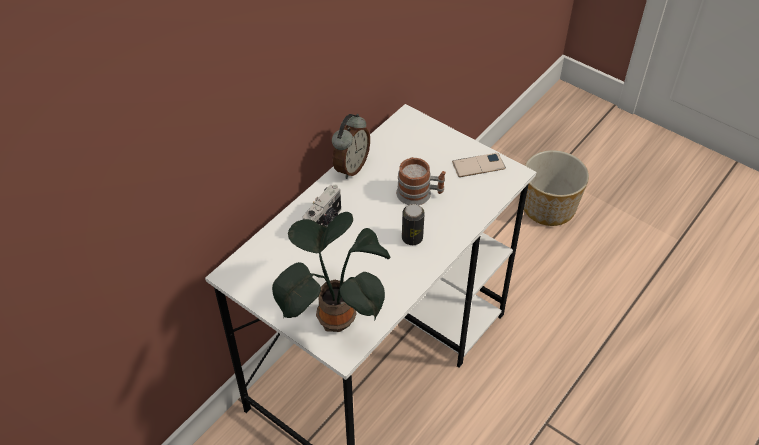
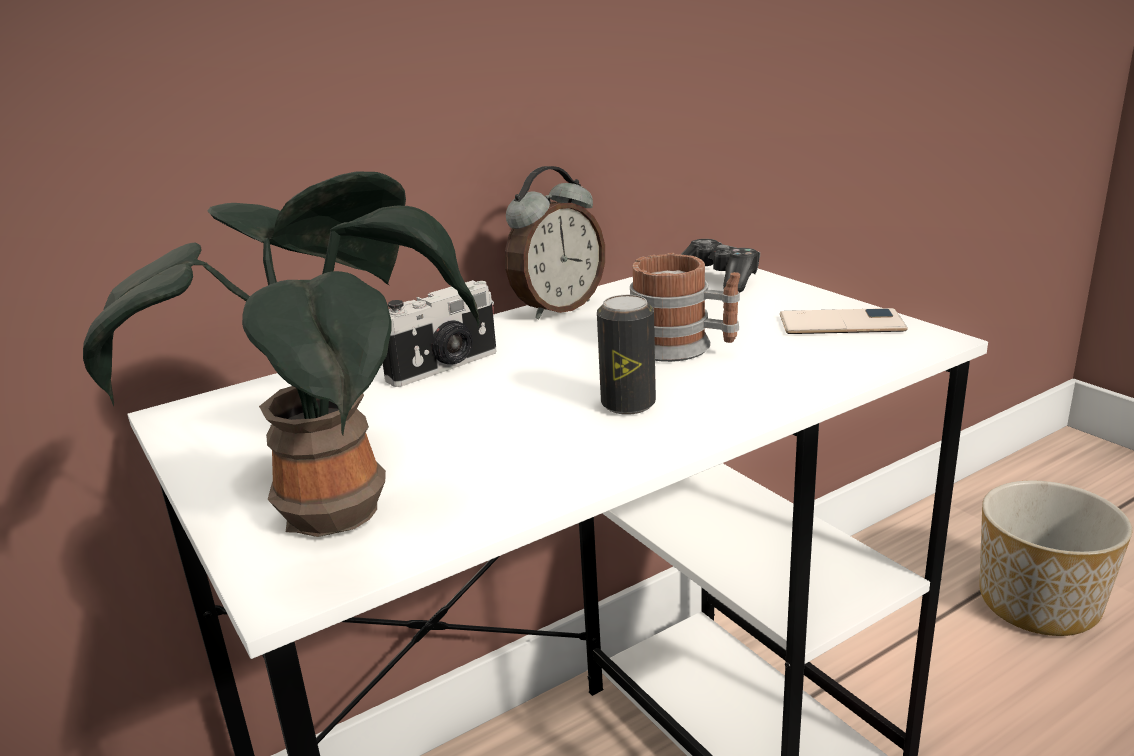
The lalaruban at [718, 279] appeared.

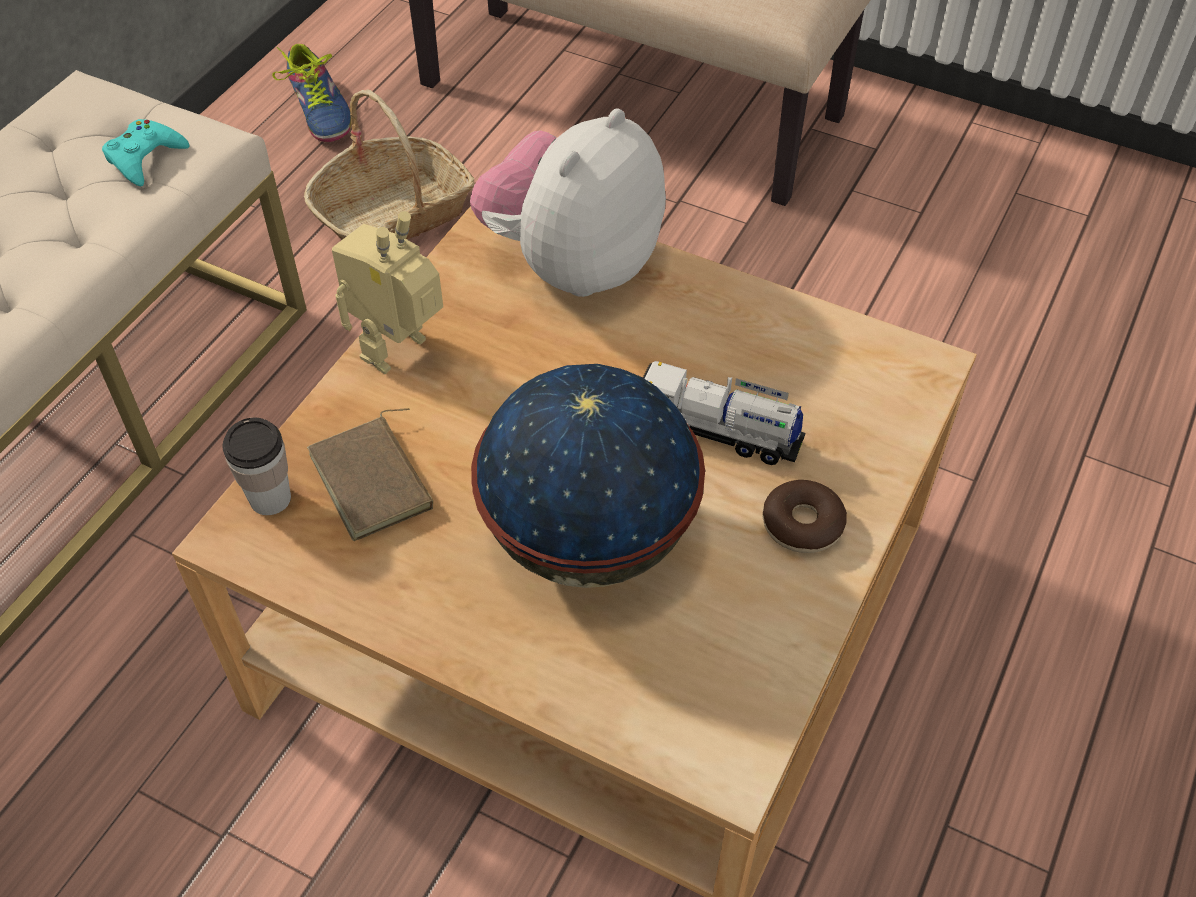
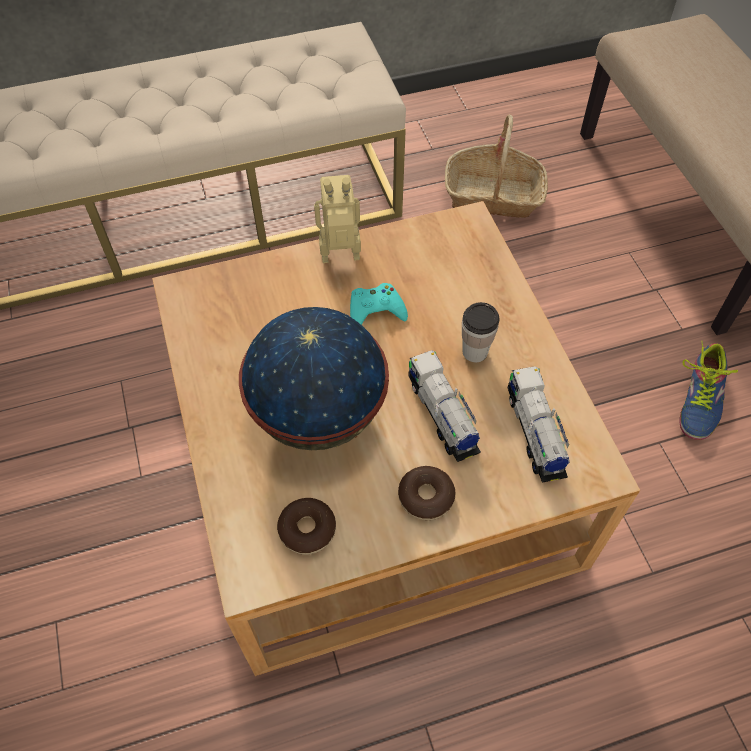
The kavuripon moved from [320, 109] to [700, 399].
The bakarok at [572, 265] disappeared.
The lalaruban (turquoise) moved from [145, 158] to [375, 310].
The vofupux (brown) at [375, 481] disappeared.
The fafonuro moved from [270, 498] to [475, 351].
The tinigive at [535, 433] appeared.
The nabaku at [307, 530] appeared.

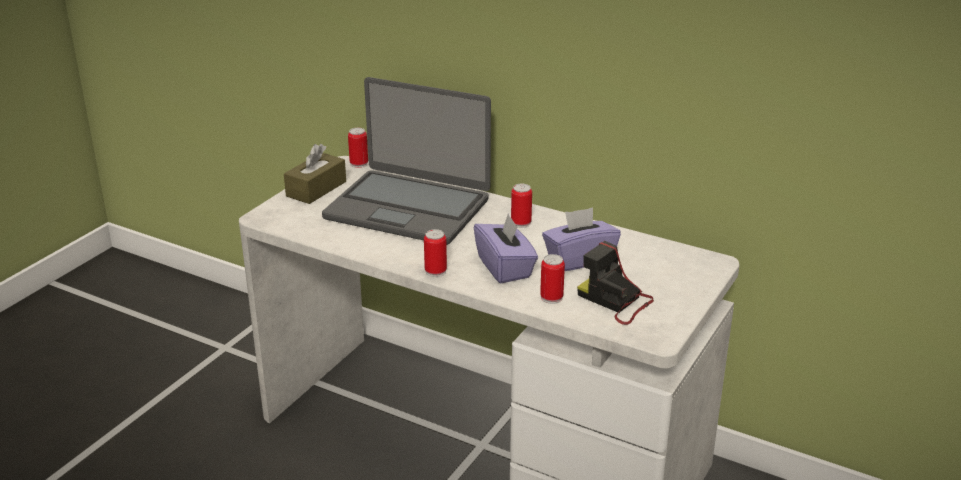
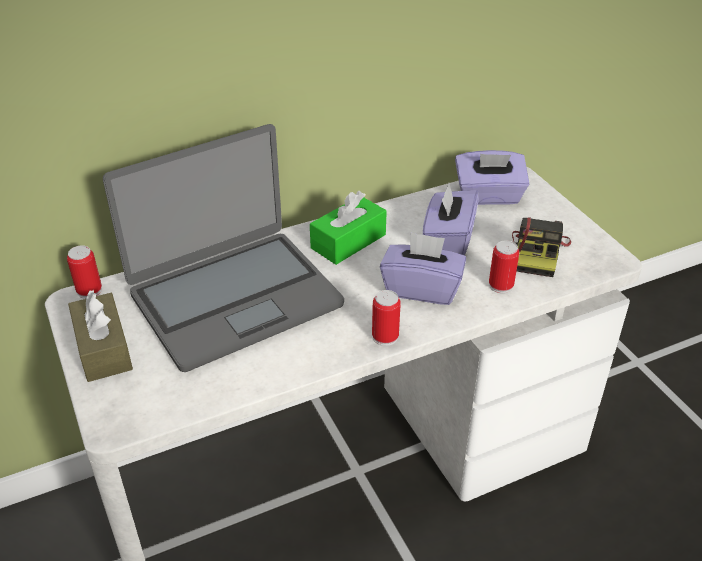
The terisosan at [521, 223] was replaced by the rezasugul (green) at [348, 241].
The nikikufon at [615, 301] turned 60 degrees counterclockwise.
The rezasugul (purple) at [488, 196] appeared.

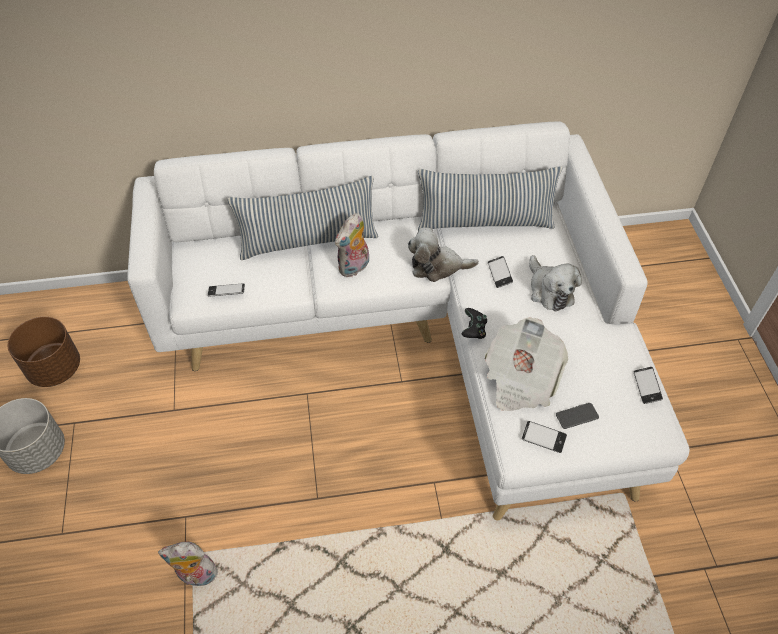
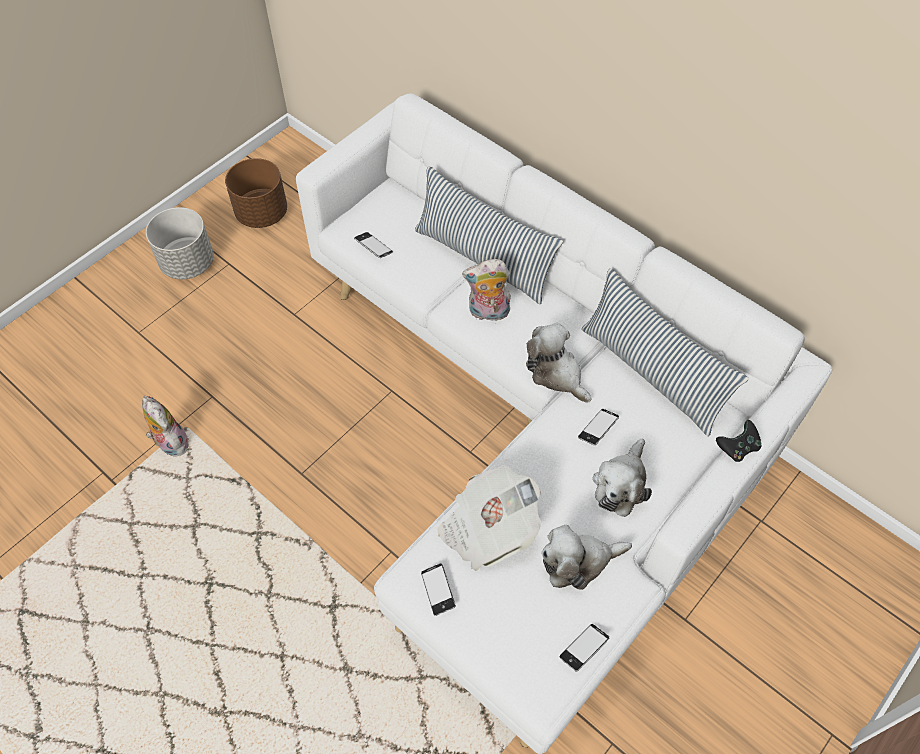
The lalaruban (black) moved from [474, 330] to [737, 447].
The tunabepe at [577, 416] disappeared.
The bakarok at [578, 562] appeared.

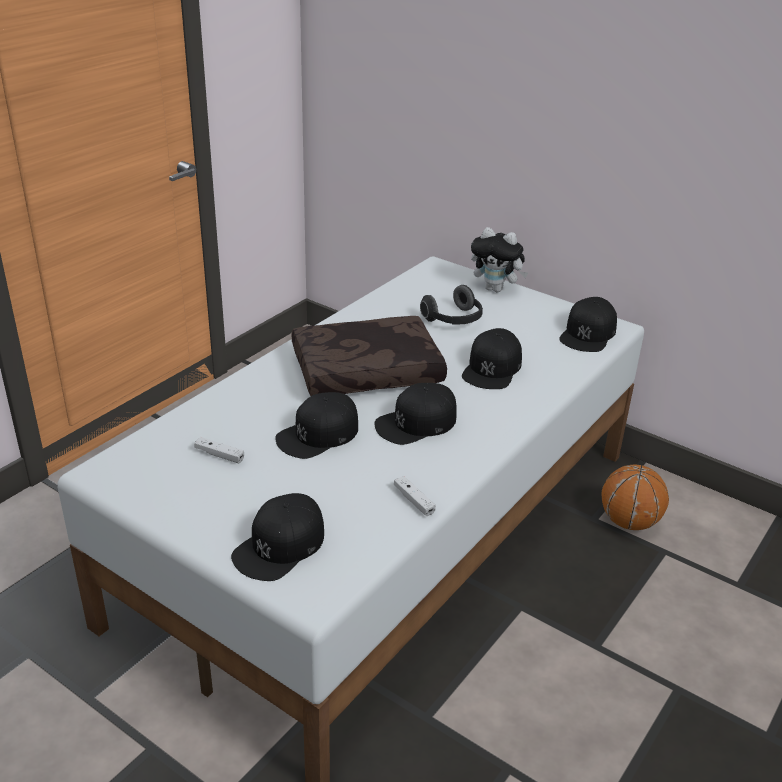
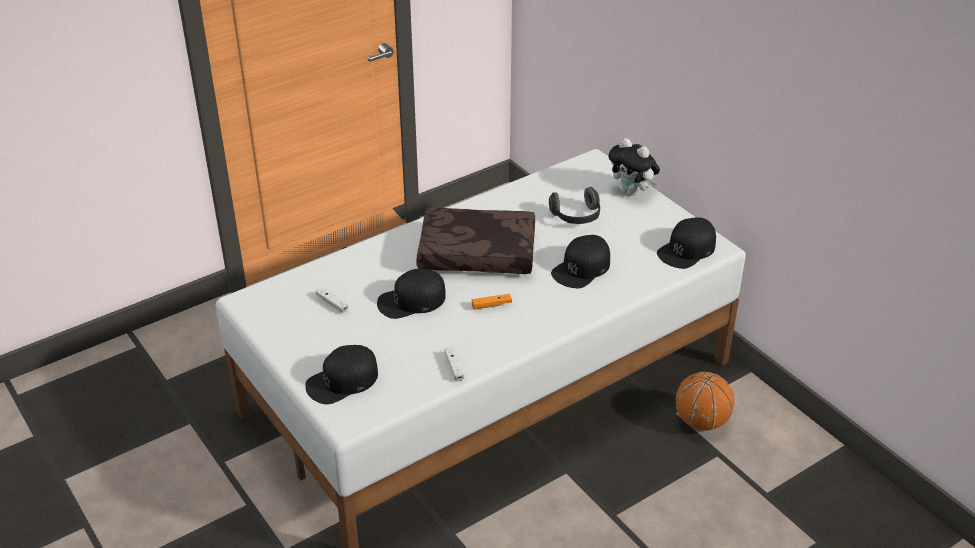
The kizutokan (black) at [416, 423] was replaced by the lalaruban (orange) at [491, 305].

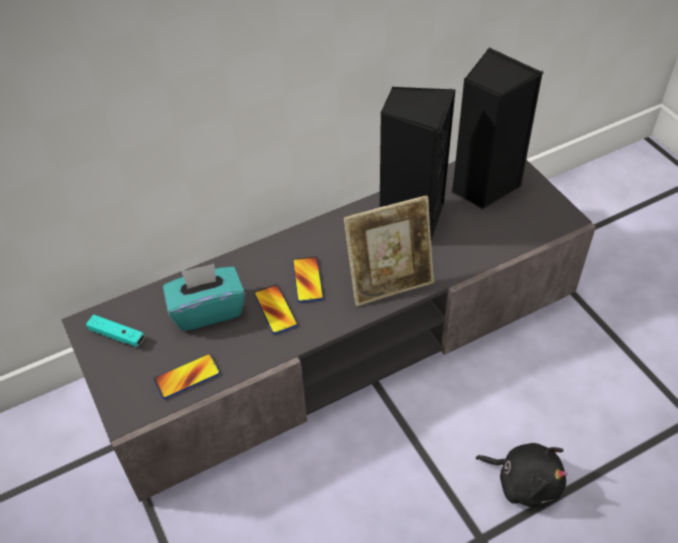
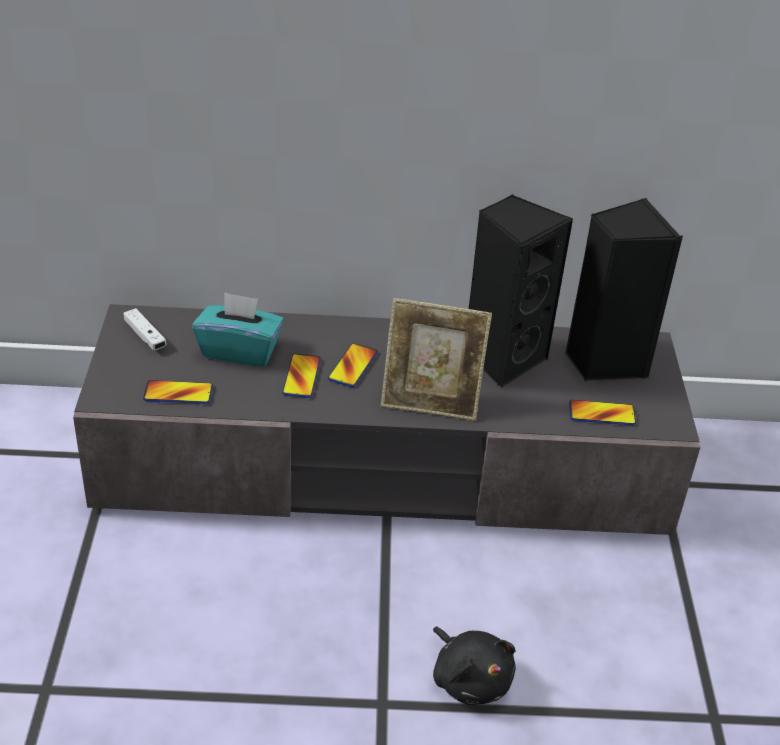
The lalaruban (turquoise) at [117, 335] became the lalaruban (white) at [145, 336].
The tunabepe at [601, 414] appeared.

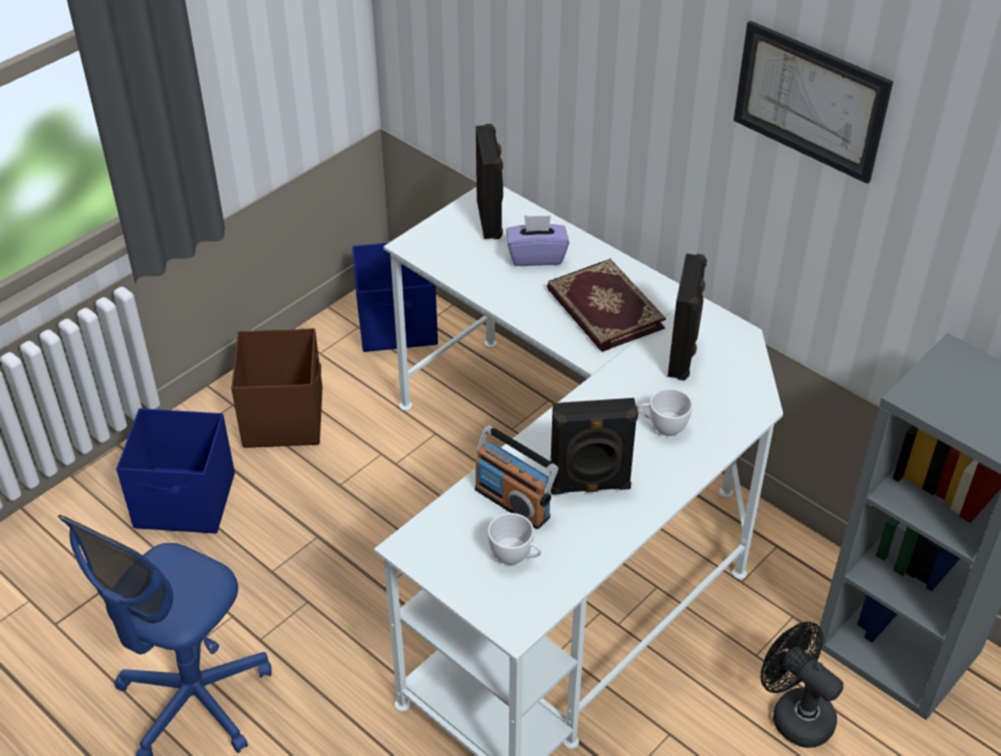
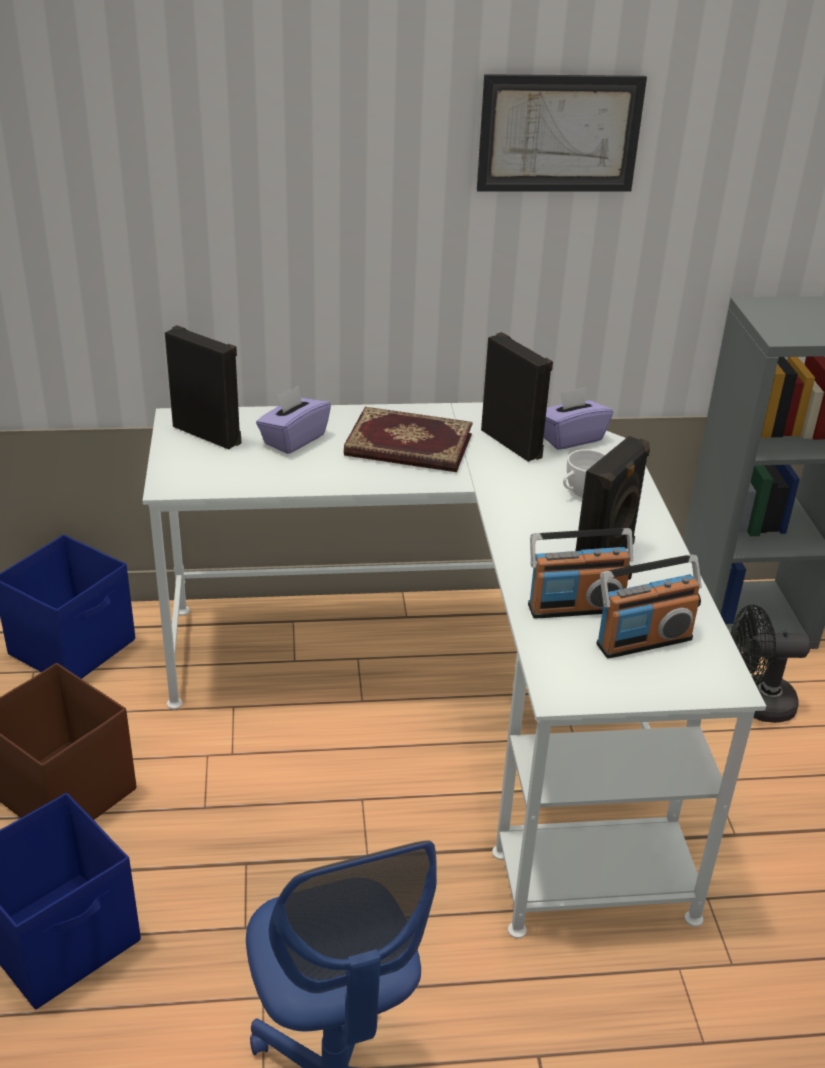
The fafonuro (white) at [515, 557] was replaced by the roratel at [643, 641].
The rezasugul (purple) at [570, 438] appeared.

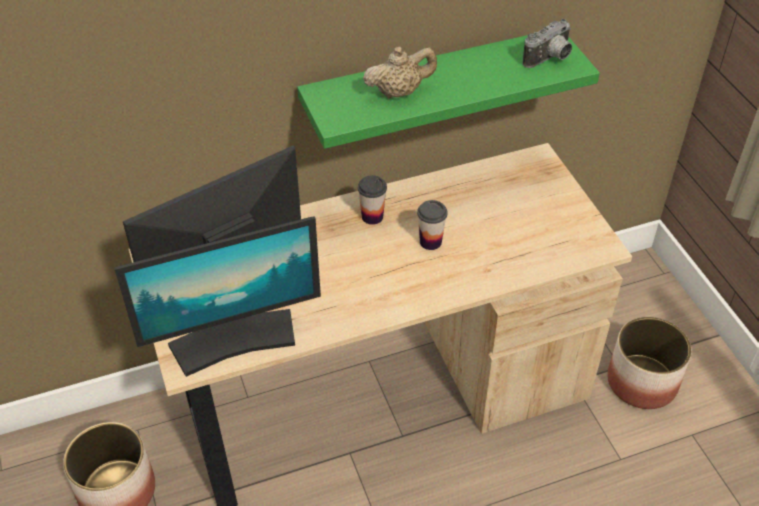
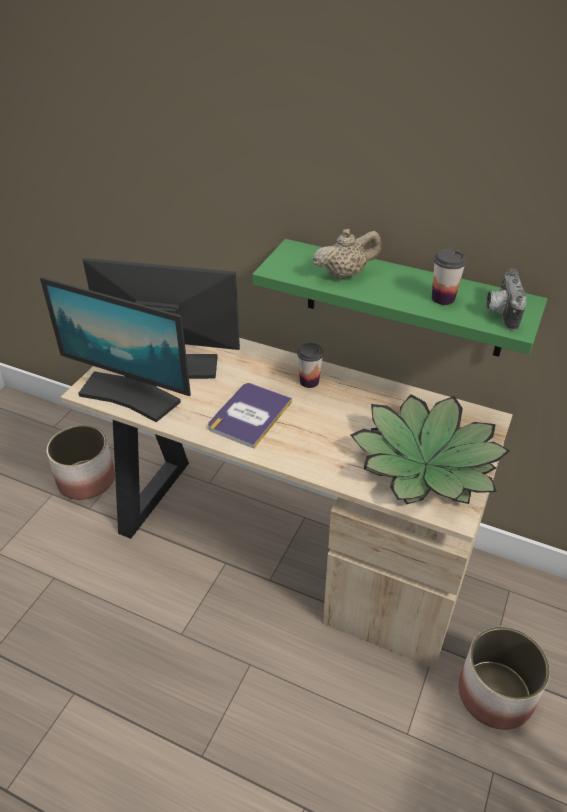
The nikikufon at [550, 59] turned 90 degrees clockwise.
The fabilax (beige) at [399, 92] turned 45 degrees counterclockwise.
The fafonuro moved from [430, 242] to [443, 298].
The vofupux at [250, 415] appeared.
The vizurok at [425, 464] appeared.

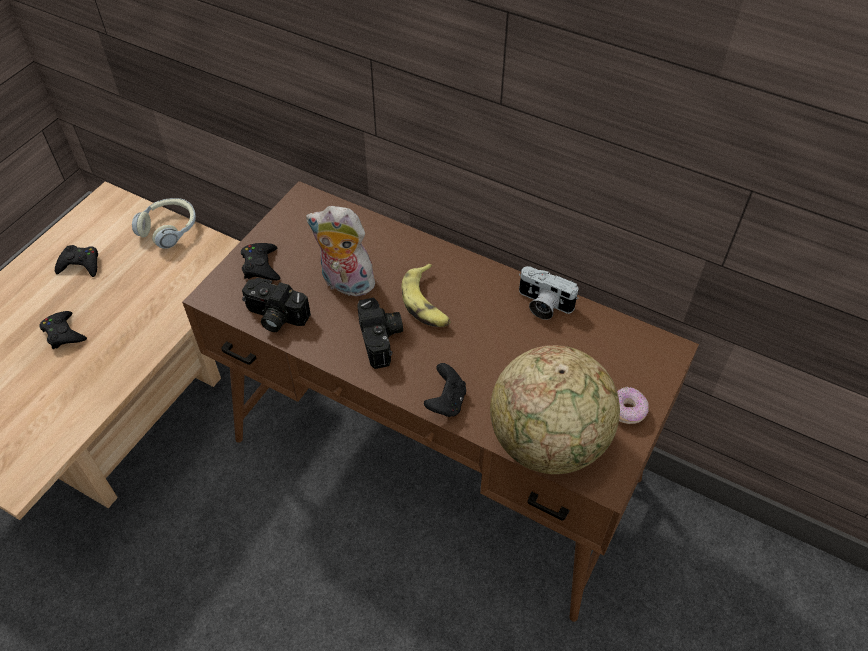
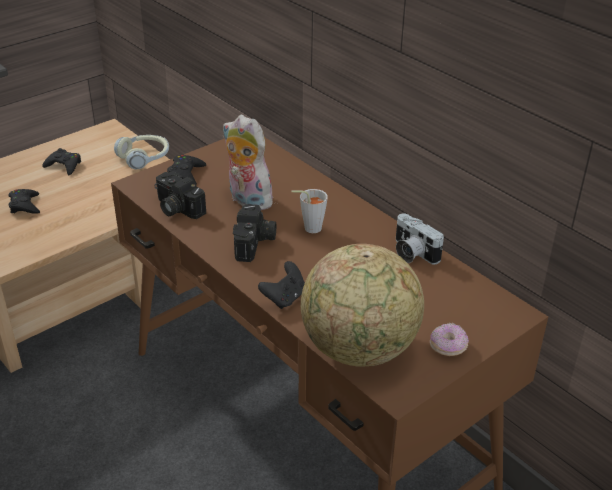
The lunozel at [427, 303] was replaced by the fafonuro (grey) at [308, 228].

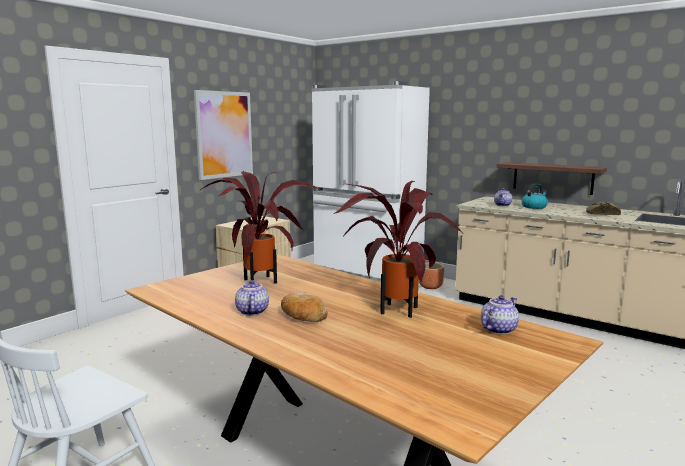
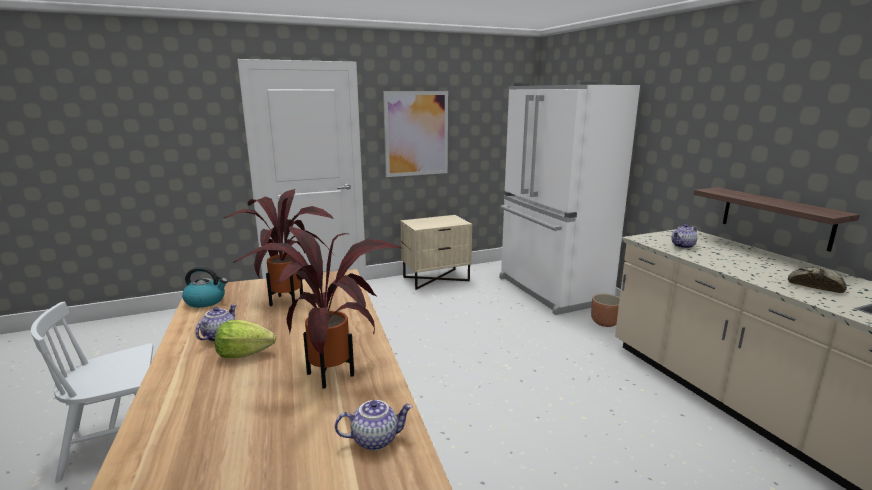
The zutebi moved from [534, 207] to [206, 301].
The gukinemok at [302, 315] was replaced by the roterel at [244, 354].

